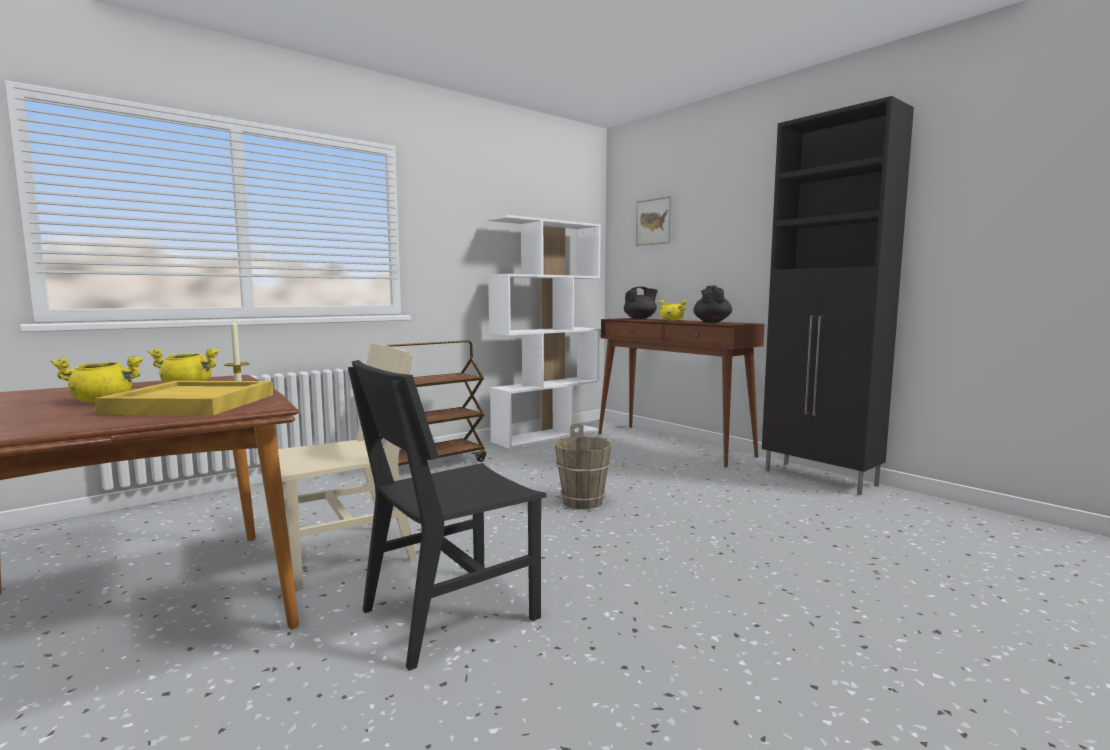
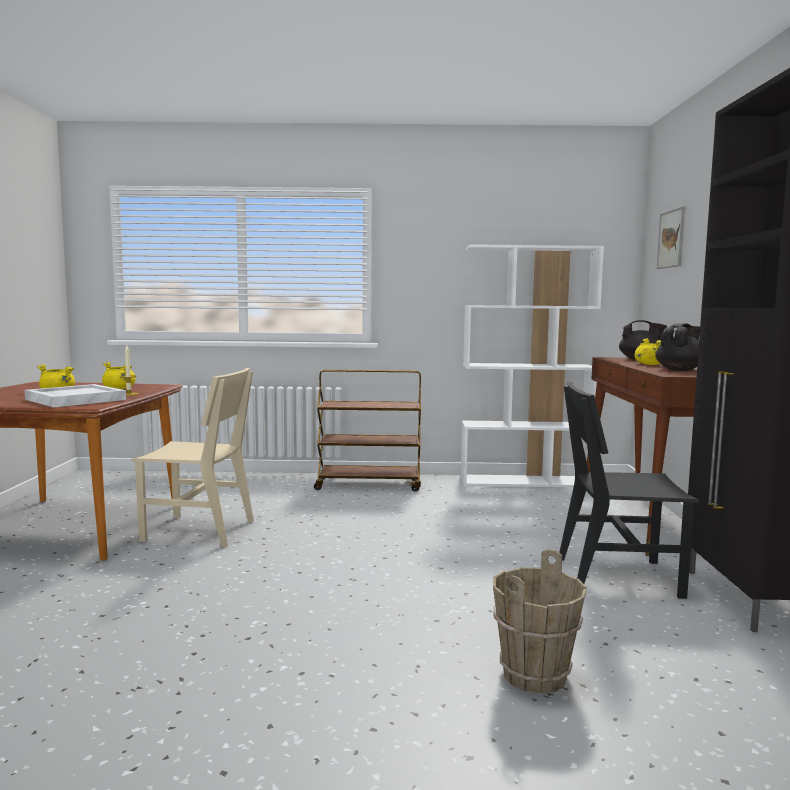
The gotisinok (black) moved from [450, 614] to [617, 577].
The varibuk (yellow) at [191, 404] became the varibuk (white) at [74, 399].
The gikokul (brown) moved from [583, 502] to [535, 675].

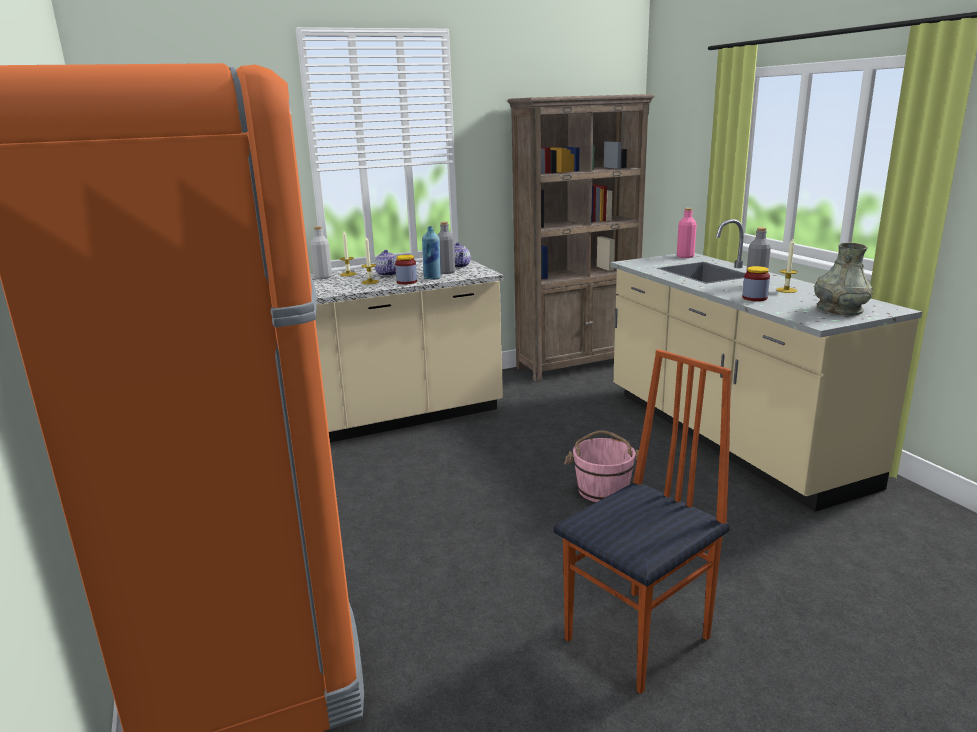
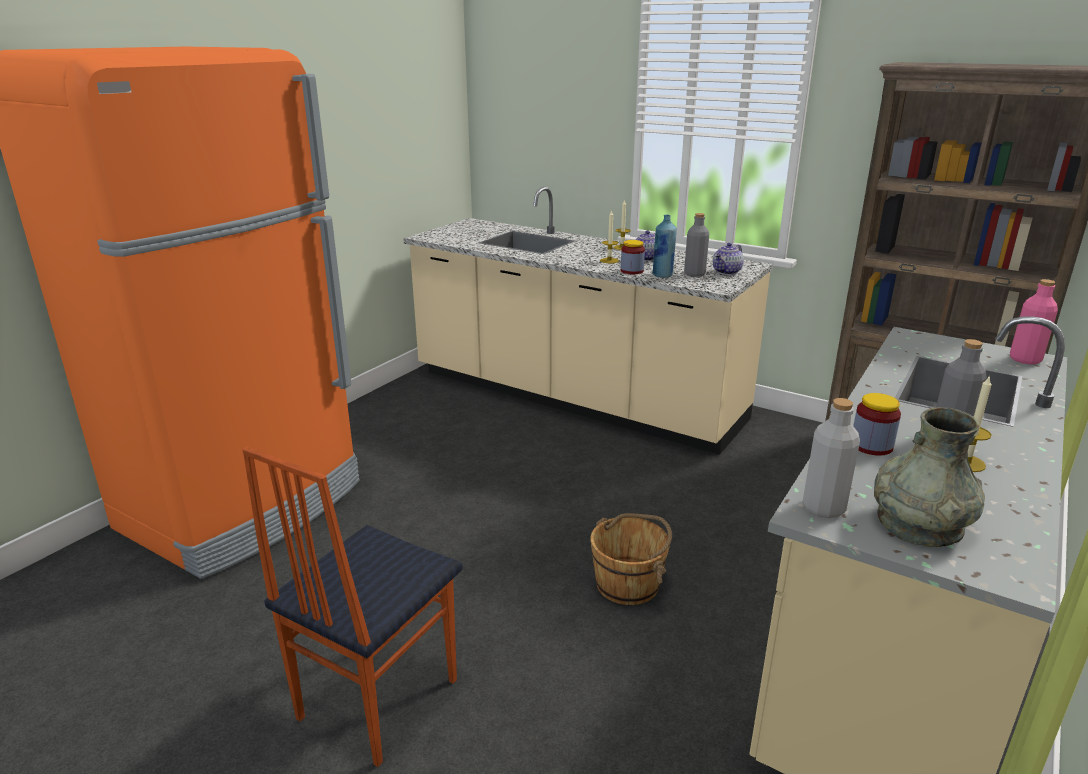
The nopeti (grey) moved from [323, 277] to [823, 508].
The gotisinok at [640, 639] turned 105 degrees clockwise.
The gikokul (pink) at [603, 489] became the gikokul (brown) at [628, 584].

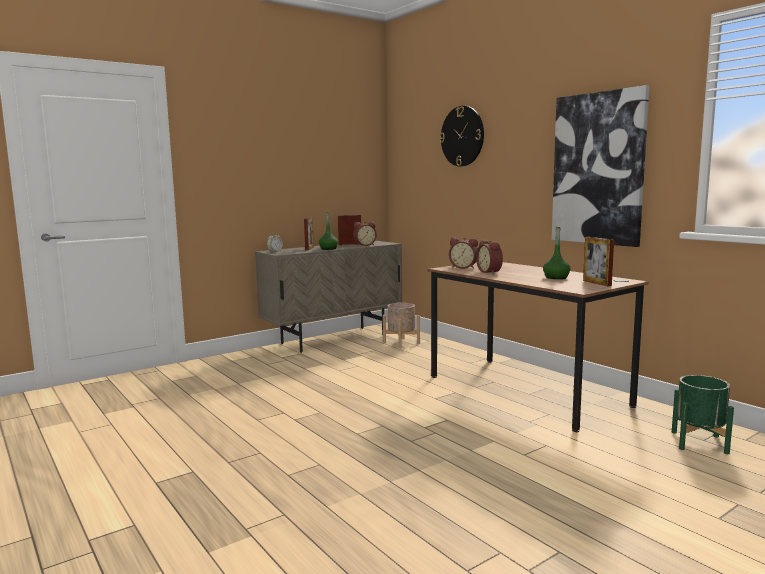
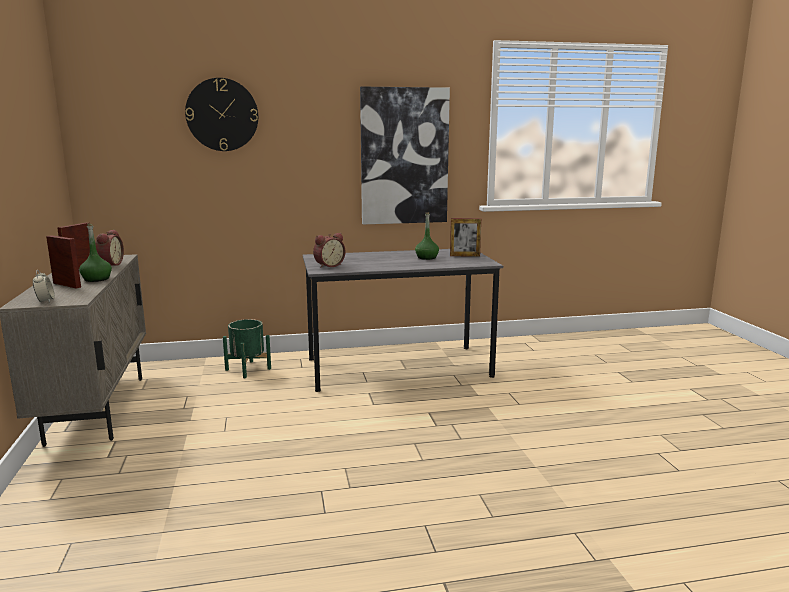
The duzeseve at [490, 272] disappeared.
The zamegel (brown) at [525, 390] became the zamegel (grey) at [398, 367].
The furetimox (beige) at [401, 343] disappeared.
The furetimox (green) moved from [699, 442] to [248, 369].

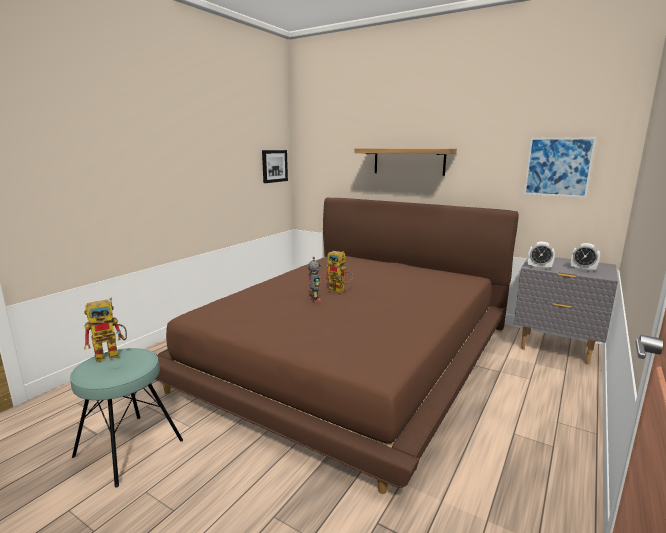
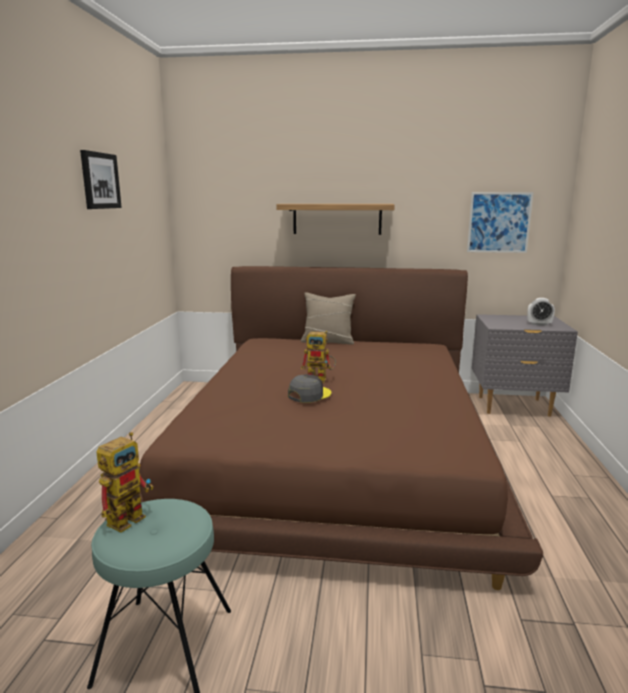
The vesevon moved from [274, 166] to [100, 180].
The duzeseve at [539, 267] disappeared.
The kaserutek at [314, 300] was replaced by the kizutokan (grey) at [309, 395].
The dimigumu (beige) at [328, 341] appeared.

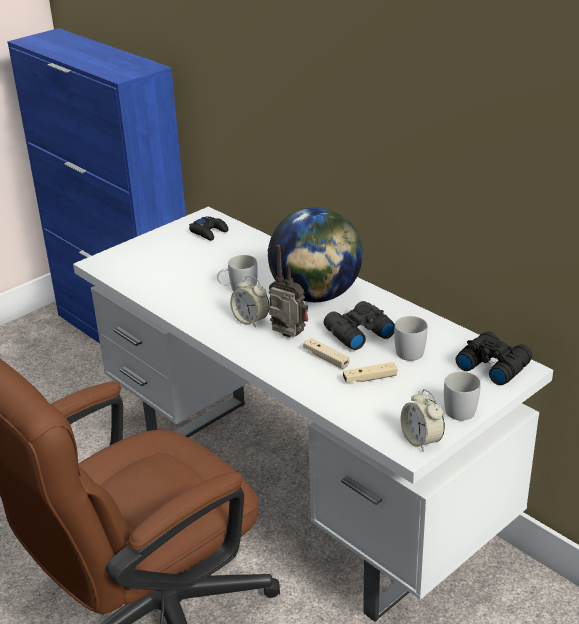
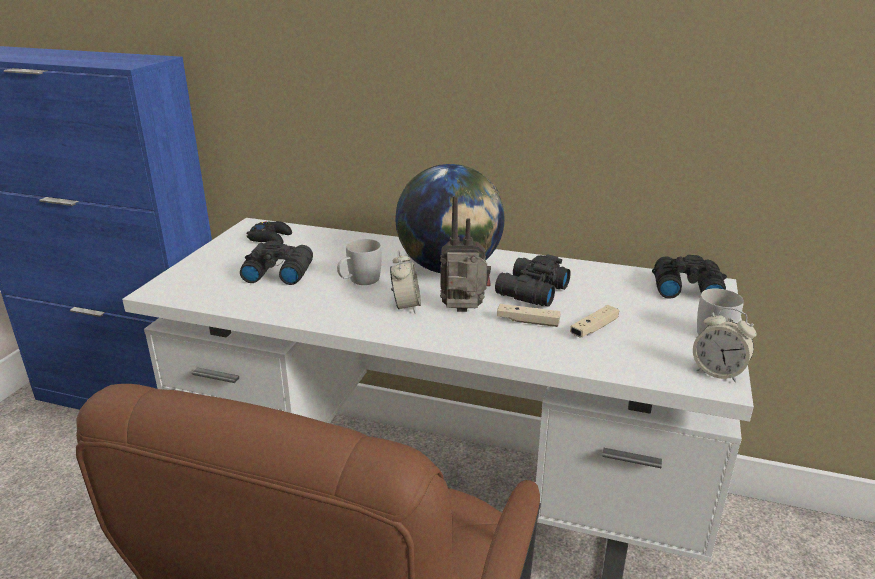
The duzeseve at [250, 320] turned 105 degrees counterclockwise.
The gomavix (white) at [409, 349] disappeared.
The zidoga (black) at [277, 272] appeared.

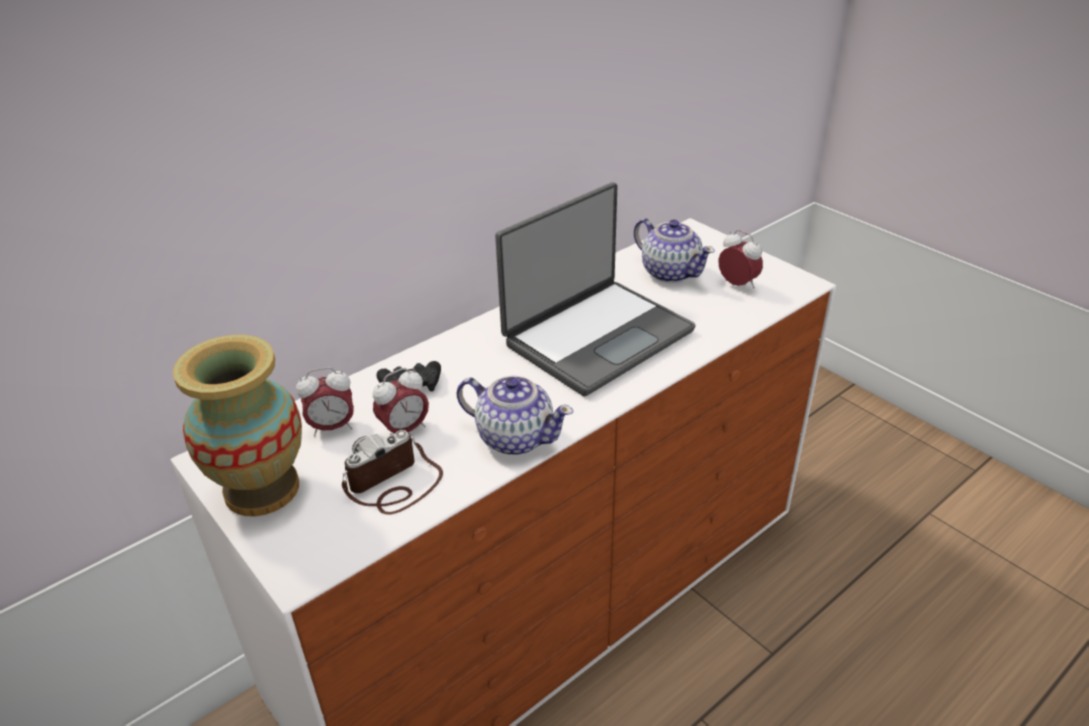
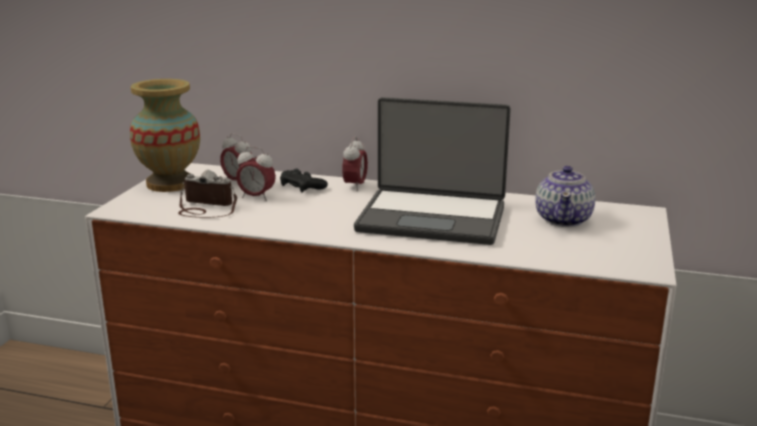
The duzeseve moved from [737, 285] to [355, 186].
The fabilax at [515, 437] disappeared.

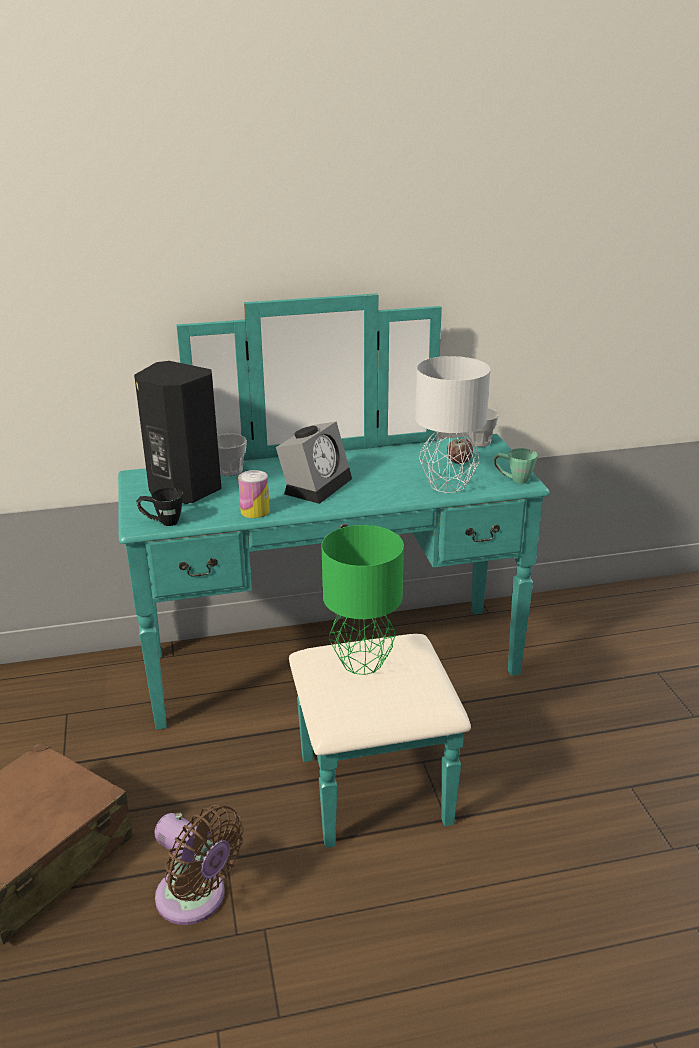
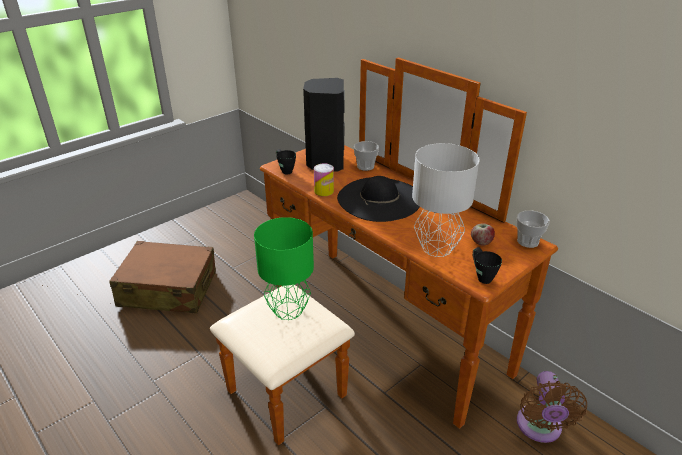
The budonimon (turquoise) at [342, 688] became the budonimon (brown) at [365, 340].
The duzeseve at [316, 484] was replaced by the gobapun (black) at [379, 199].
The gomavix (green) at [513, 479] became the gomavix (black) at [481, 276].
The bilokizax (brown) moved from [196, 899] to [539, 428].

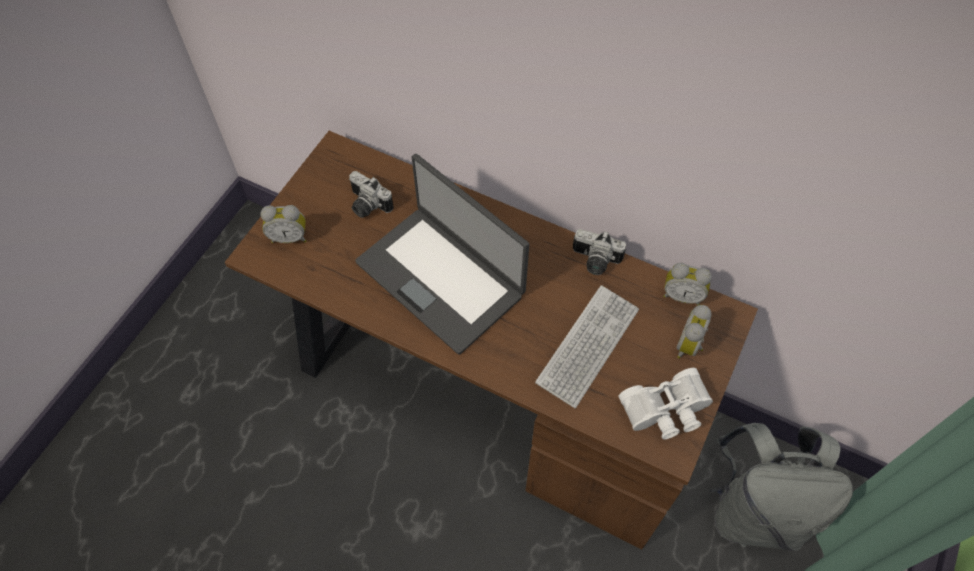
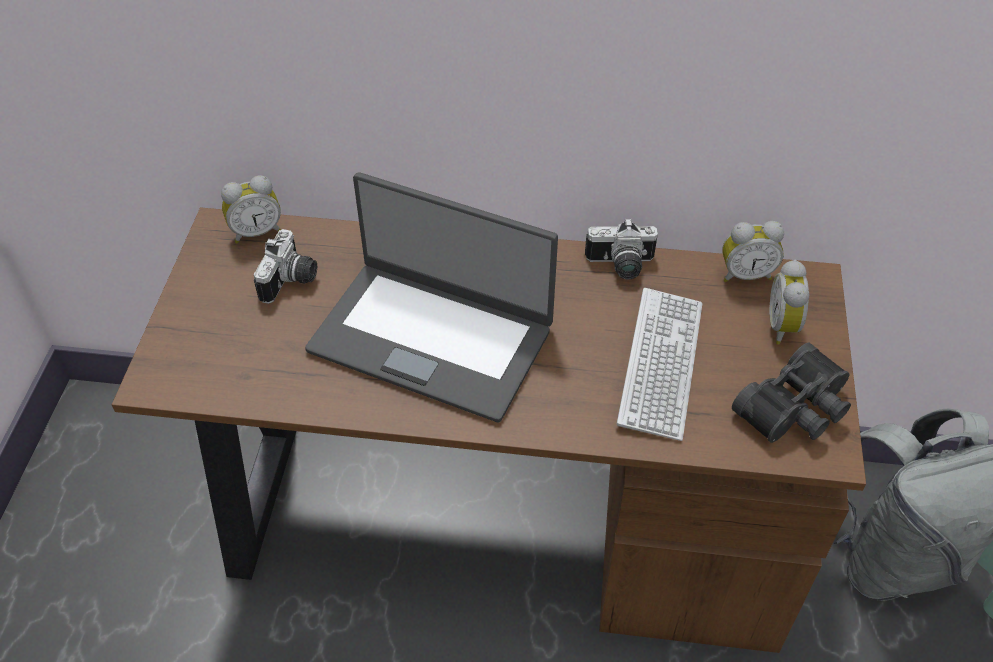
The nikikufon at [367, 206] turned 90 degrees counterclockwise.
The duzeseve moved from [289, 237] to [256, 231].
The zidoga (white) at [666, 412] became the zidoga (black) at [796, 410].

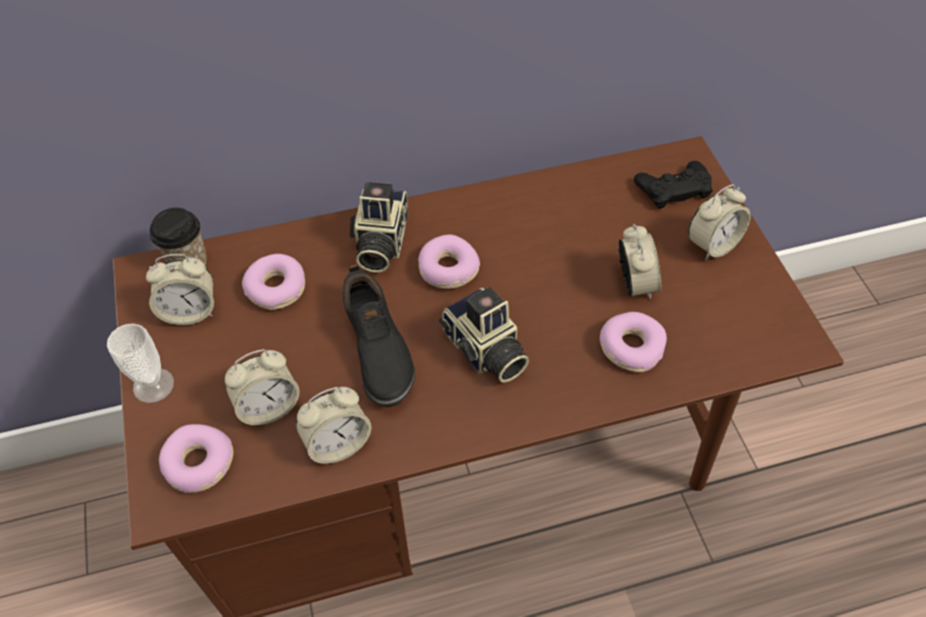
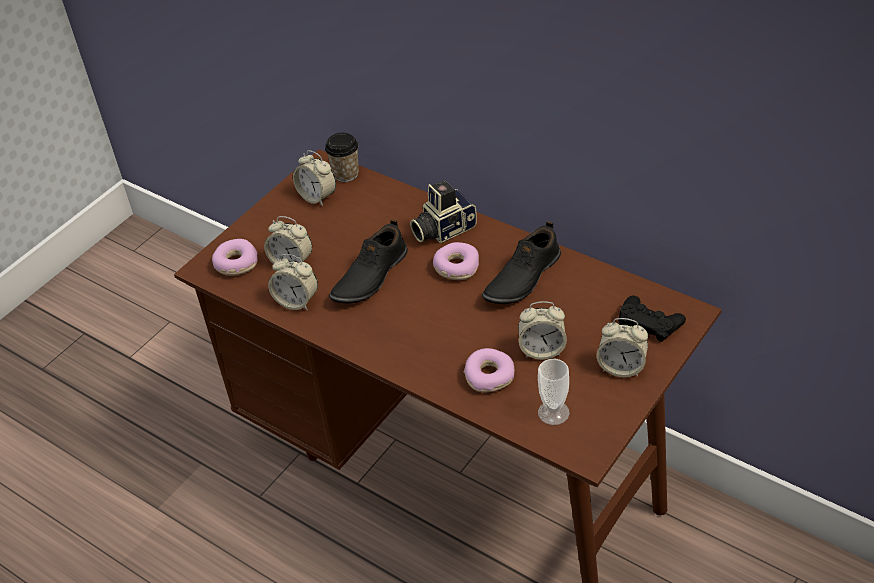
The duzeseve at [634, 284] turned 45 degrees clockwise.
The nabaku at [277, 288] disappeared.
The nikikufon at [484, 351] disappeared.
The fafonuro moved from [153, 385] to [553, 412].
The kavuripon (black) at [522, 278] appeared.

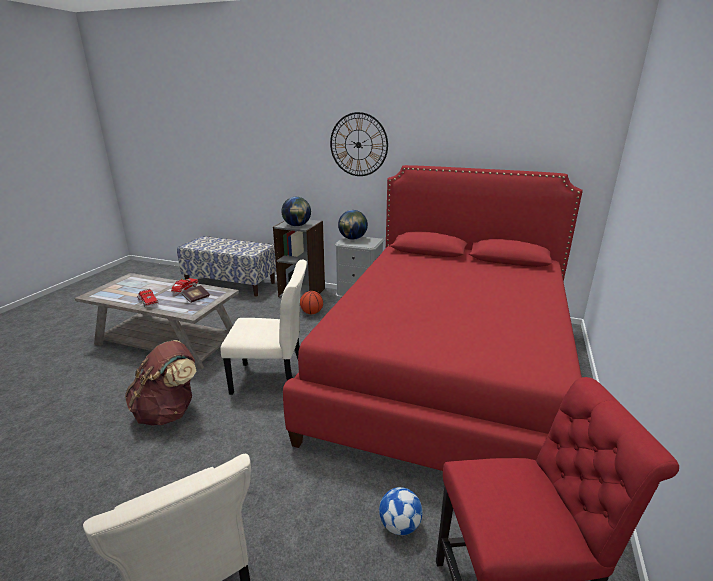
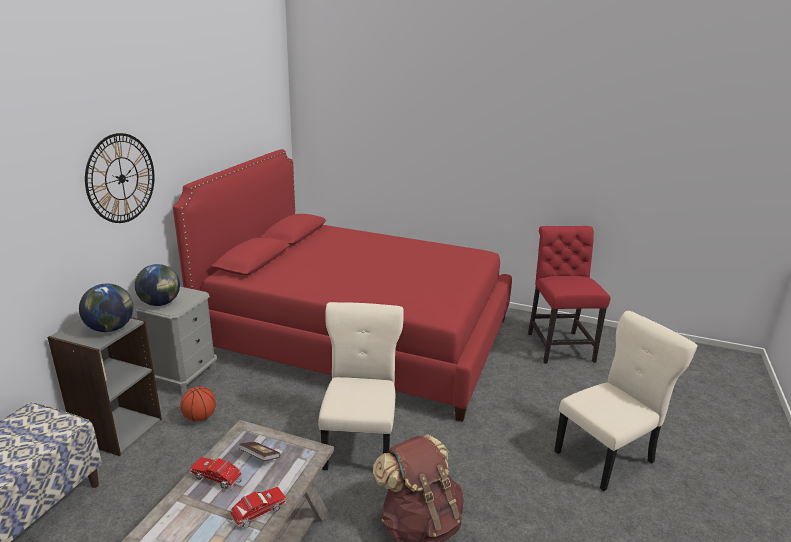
The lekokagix at [399, 525] disappeared.

